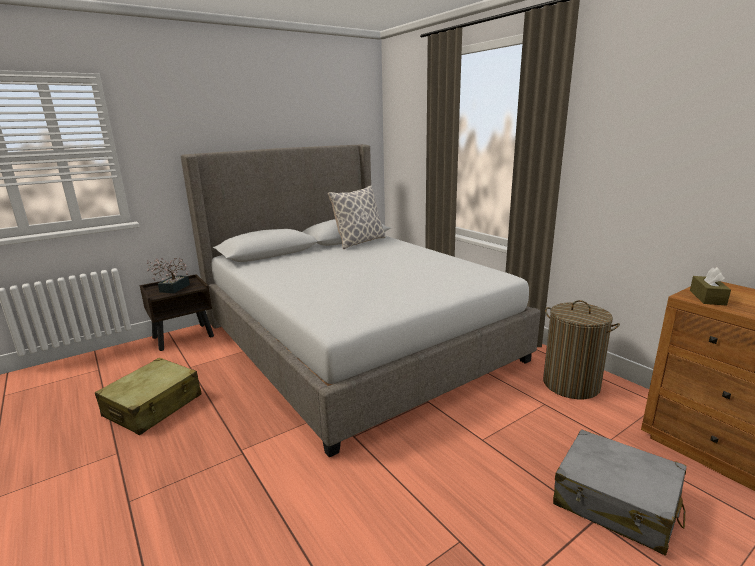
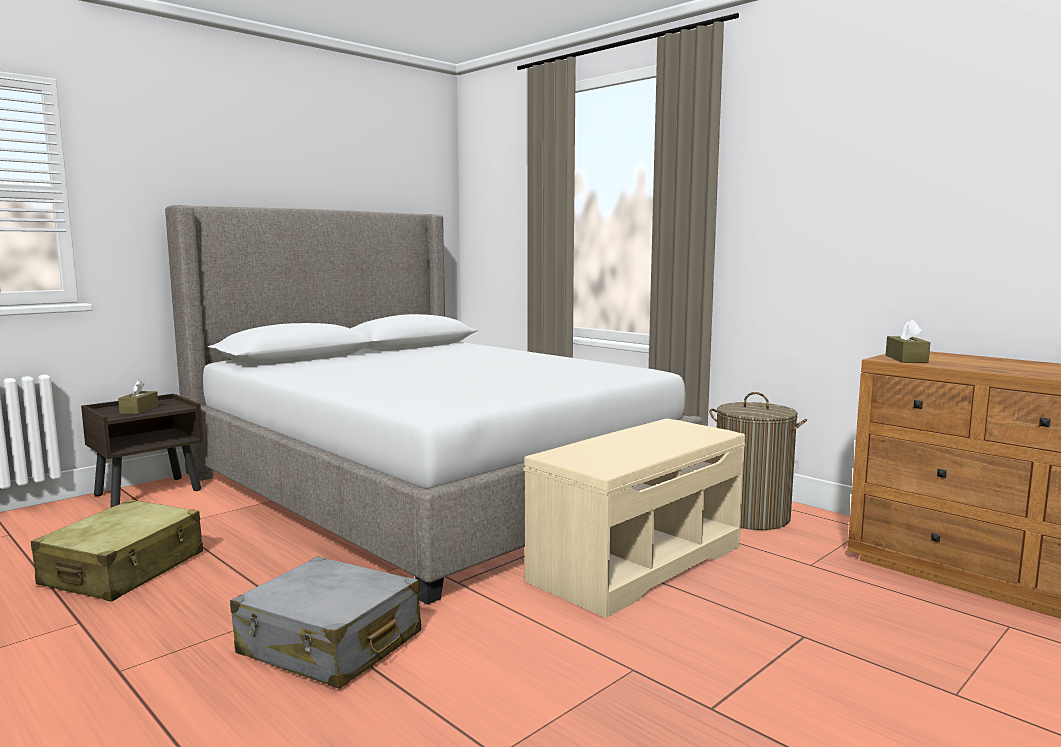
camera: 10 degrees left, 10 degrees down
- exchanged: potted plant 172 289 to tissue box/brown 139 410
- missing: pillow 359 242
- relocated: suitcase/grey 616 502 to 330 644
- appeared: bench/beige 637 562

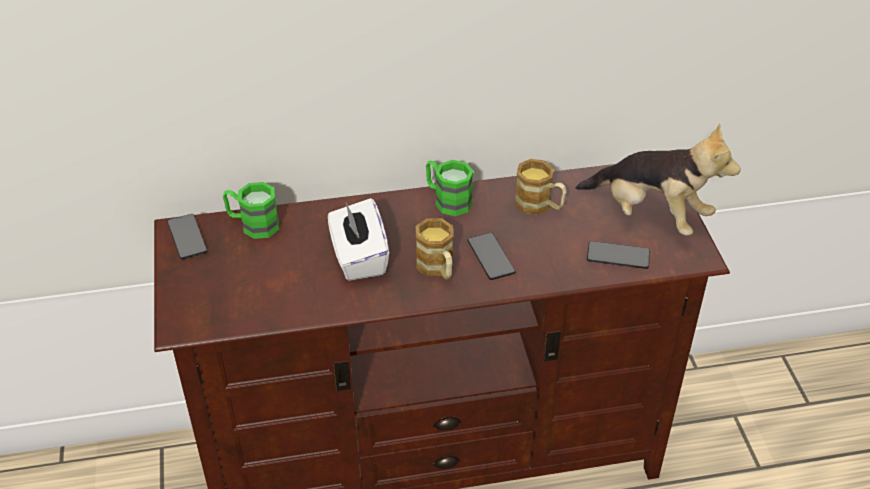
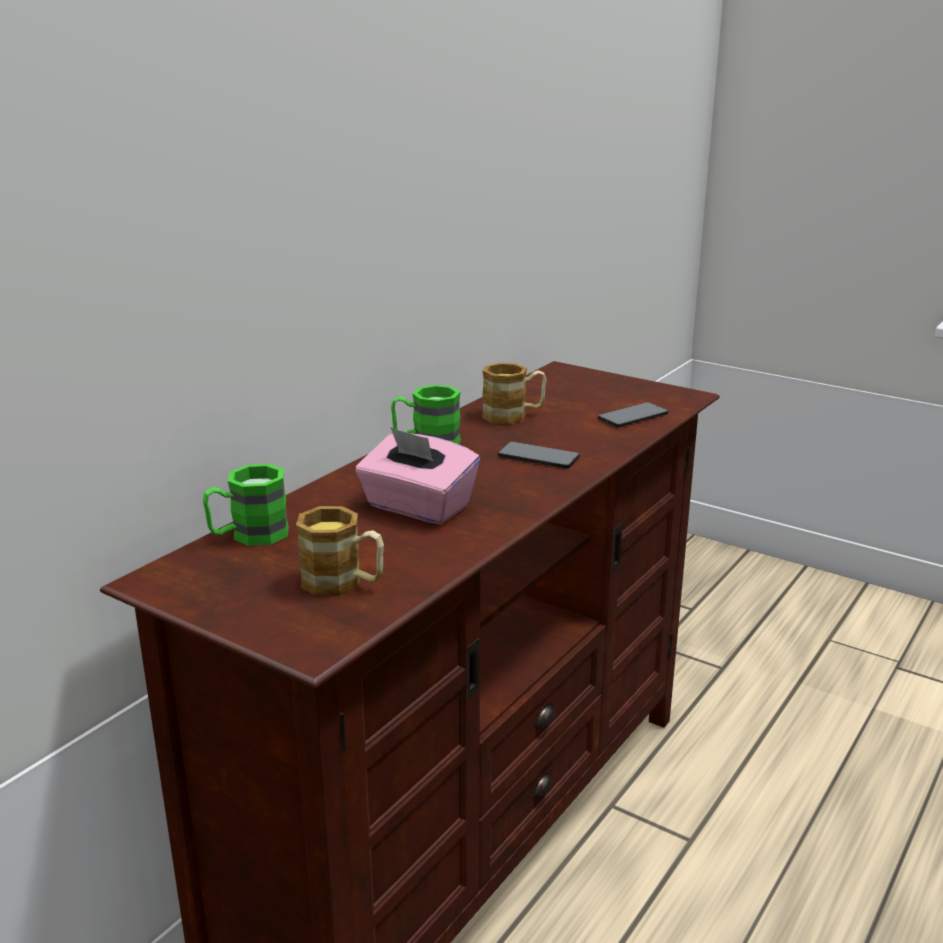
camera: 45 degrees left, 20 degrees down
- missing: phone 187 237
- colour: tissue box/white 358 257 to tissue box/pink 417 507
- relocated: mug 438 268 to 343 583
- missing: plush toy 650 214

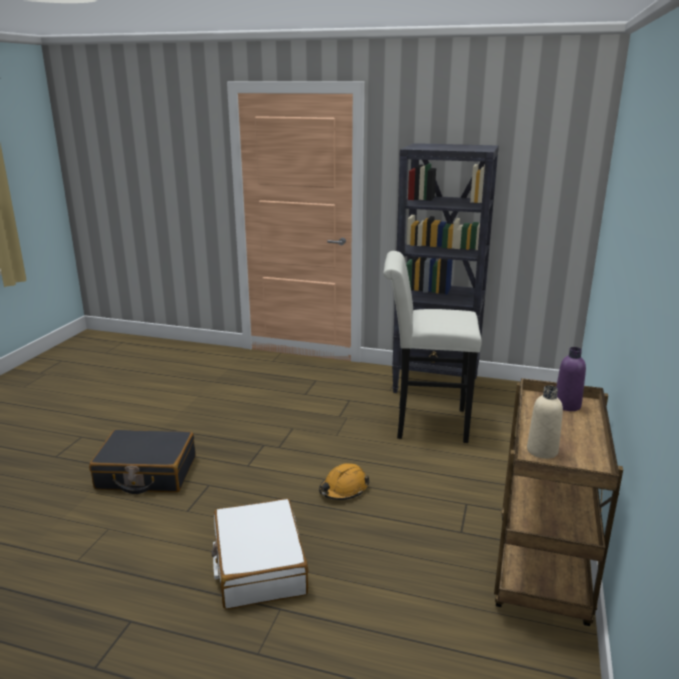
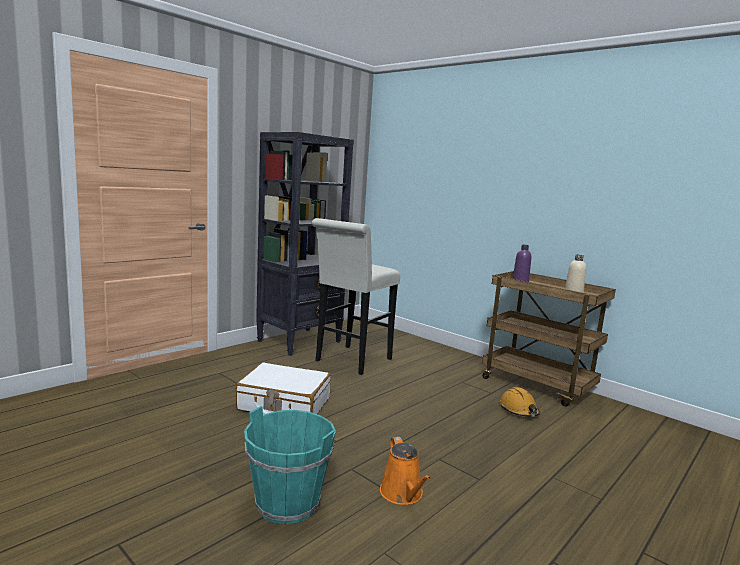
camera: 65 degrees left, 10 degrees down
- exchanged: suitcase/black 146 473 to bucket/turquoise 288 503
- relocated: suitcase/white 259 565 to 284 404
- relocated: hard hat/orange 343 489 to 519 410
- appeared: watering can/orange 403 494

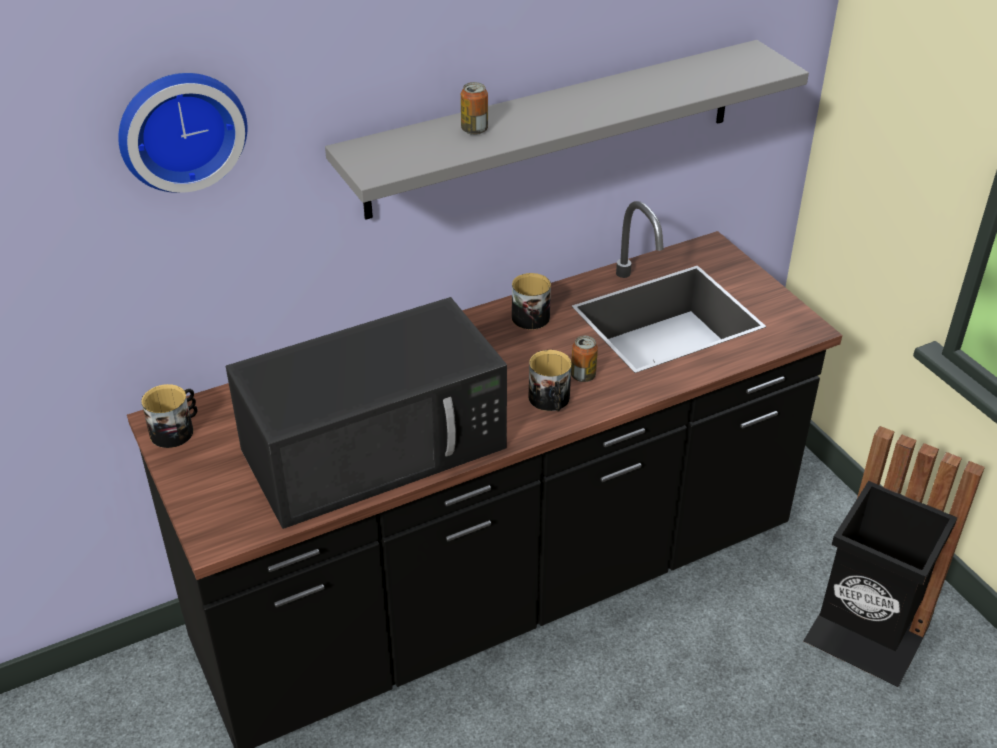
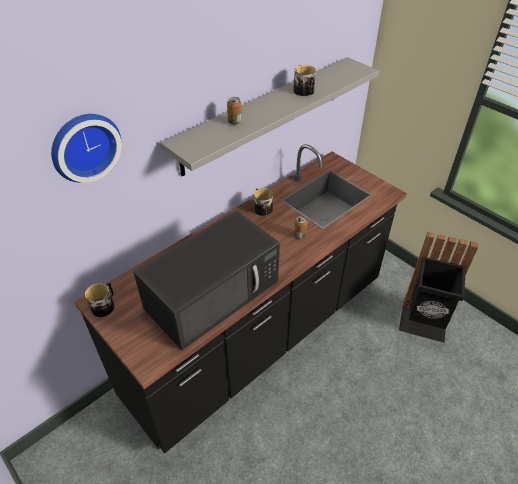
camera: 15 degrees left, 5 degrees up
- relocated: mug 550 400 to 305 92

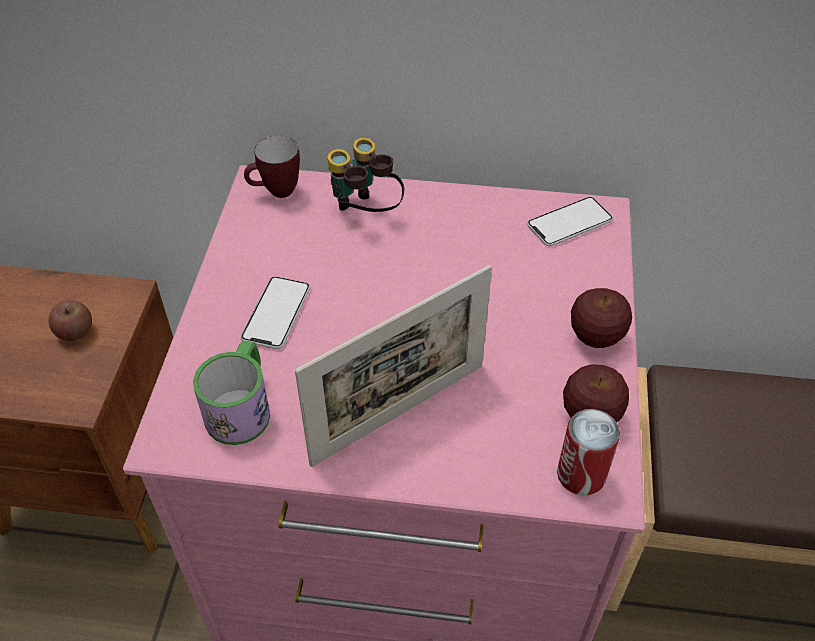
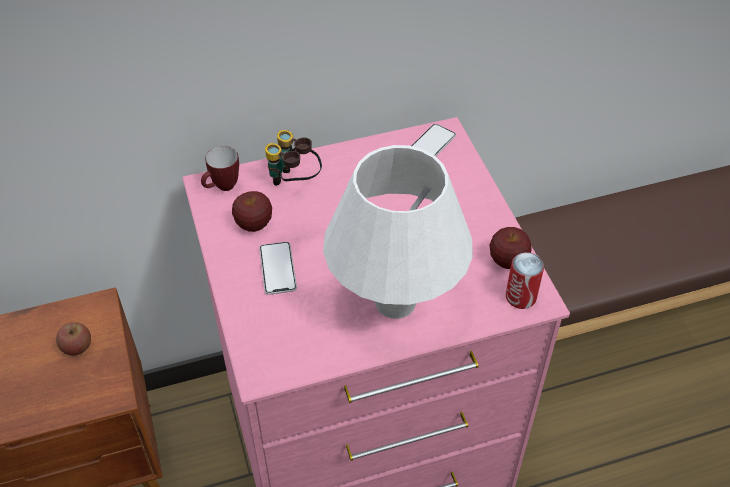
camera: 25 degrees left, 0 degrees up
- missing: mug 242 406
- exchanged: picture frame 399 413 to table lamp/white 395 302
- relocated: apple 596 337 to 254 224

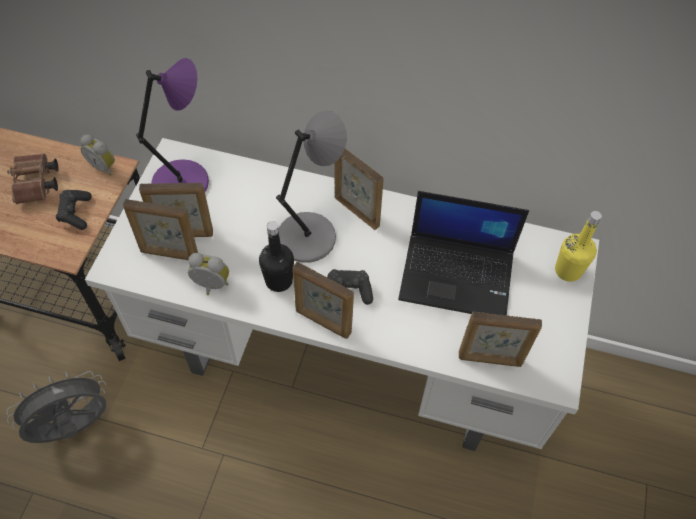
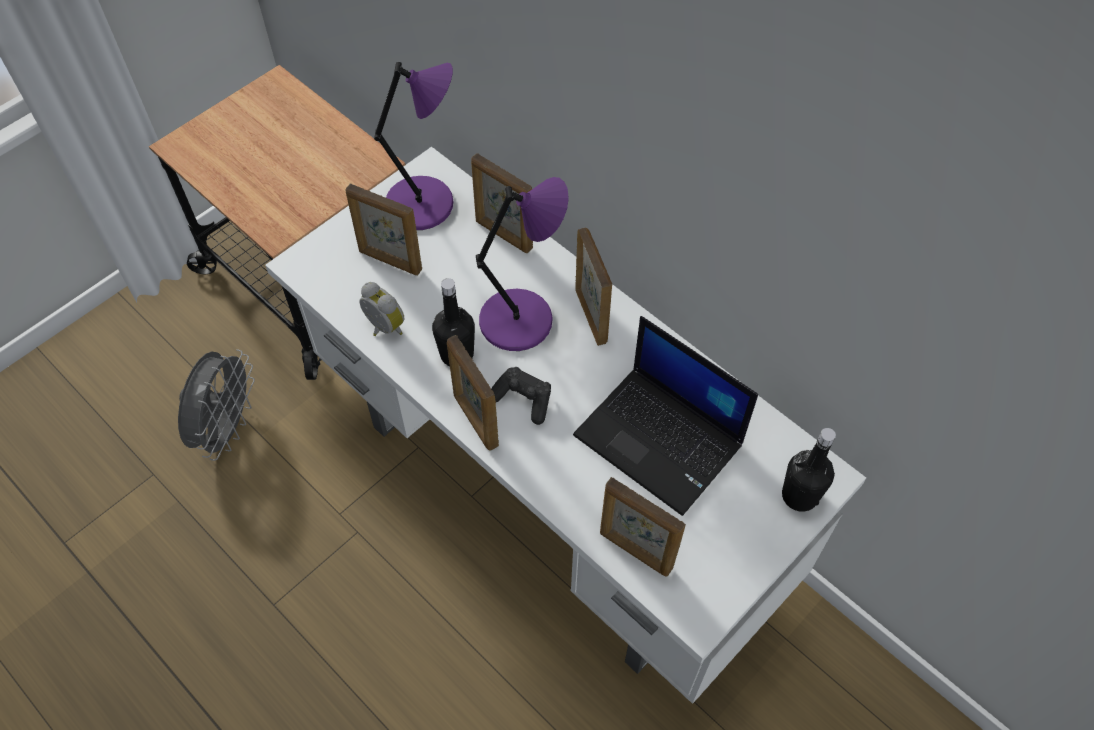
camera: 30 degrees right, 0 degrees up
- spun: fan/grey 74 428 = 227 428 105 degrees clockwise
- missing: binoculars/brown 37 185
- missing: game controller/black 76 213
- missing: alarm clock 104 166
- relocated: picture frame 169 254 to 503 235
- colour: table lamp/grey 309 235 to table lamp/purple 520 320
- colour: bottle/yellow 568 270 to bottle/black 799 495

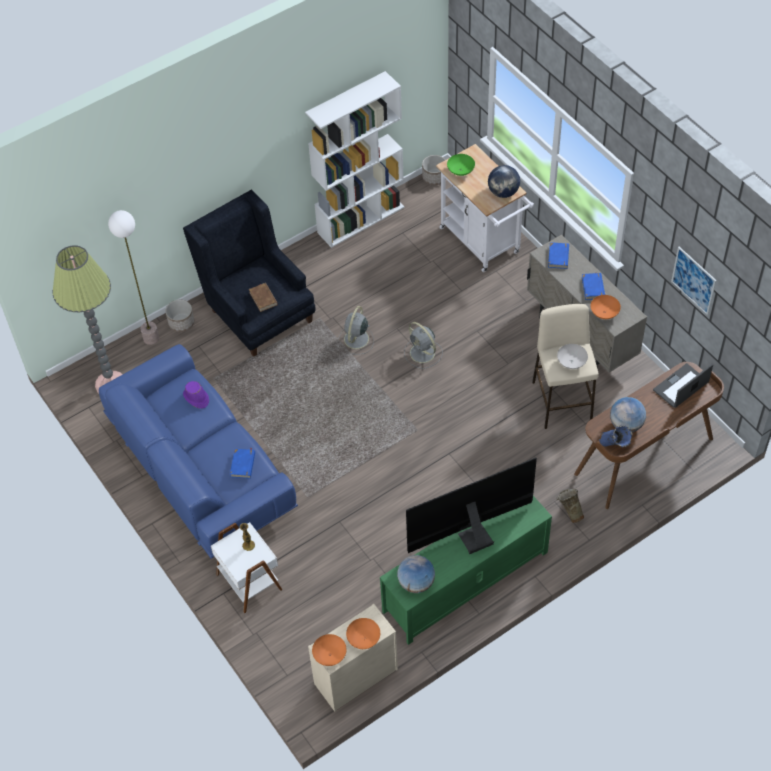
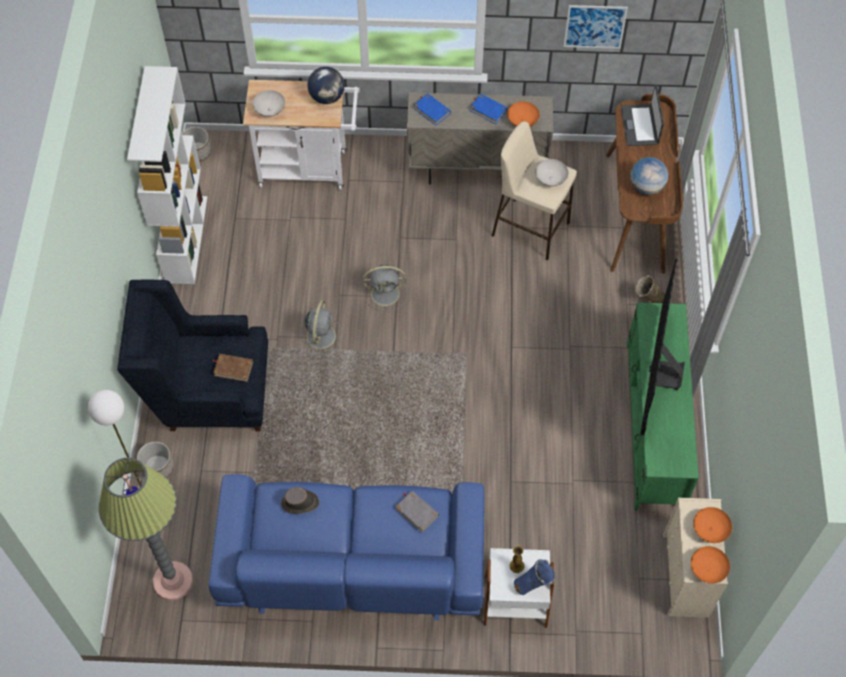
camera: 55 degrees left, 5 degrees up
- colour: hat/purple 196 398 to hat/brown 300 503
- colour: book/blue 243 464 to book/grey 417 512
- spun: fan/grey 356 340 = 321 335 135 degrees counterclockwise
- missing: globe 416 583
- colour: bowl/green 460 171 to bowl/white 270 111
- relocated: vase/blue 614 448 to 533 585

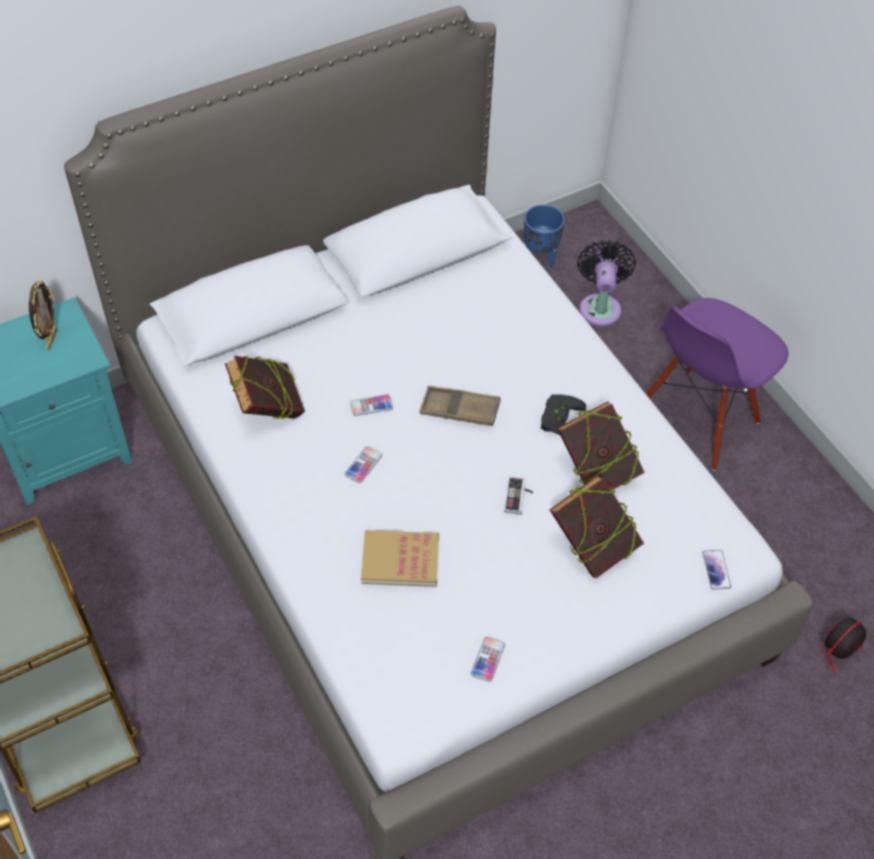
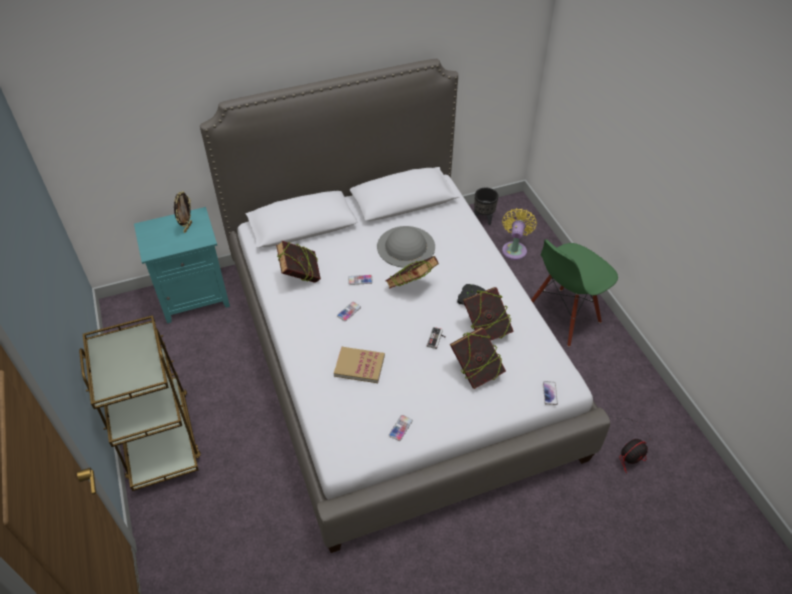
camera: 10 degrees right, 5 degrees down
- exchanged: tray/brown 460 410 to book 411 287
- colour: planter/blue 540 257 to planter/black 483 219
- colour: fan/black 600 306 to fan/yellow 514 249
- colour: chair/purple 697 418 to chair/green 563 316
- appeared: hat/grey 405 246

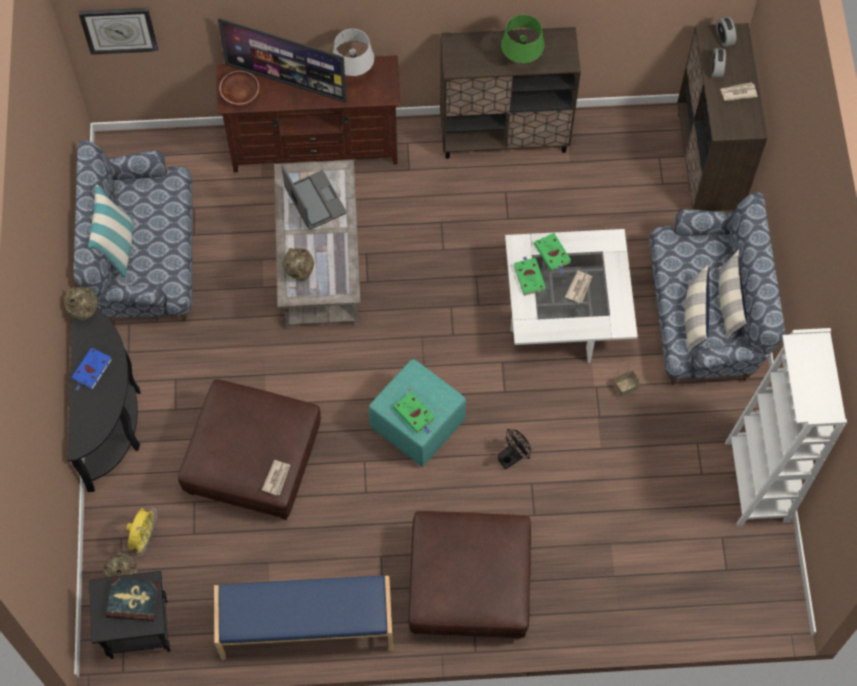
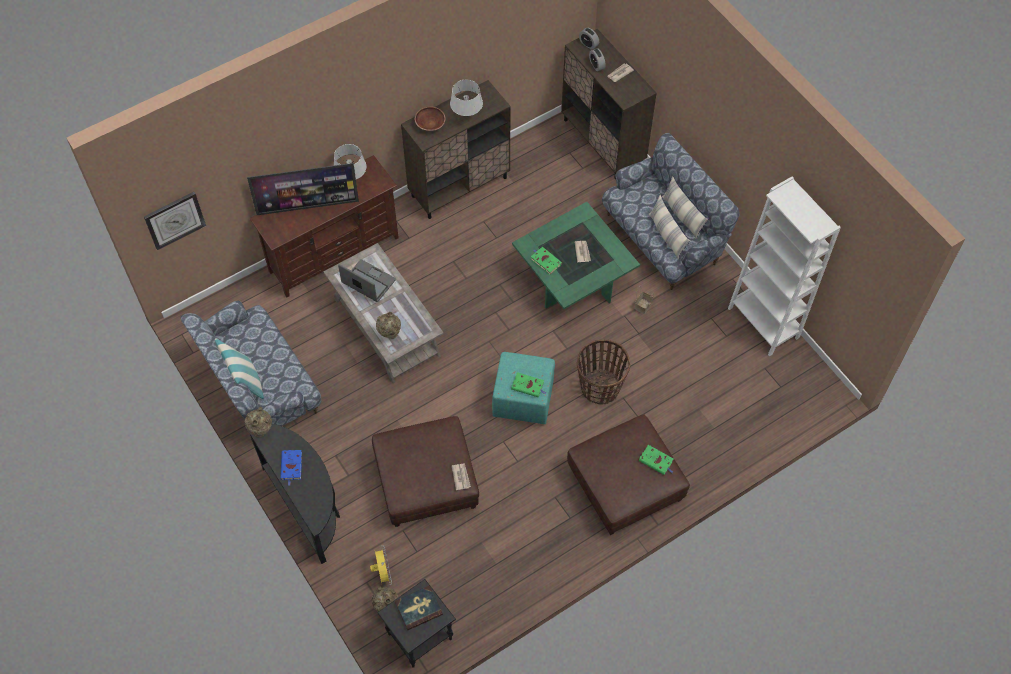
camera: 30 degrees left, 5 degrees down
- missing: bench/blue 306 628
- relocated: bowl/brown 240 94 to 430 124
- exchanged: fan/black 513 457 to basket 600 387
- colour: table lamp/green 521 61 to table lamp/grey 467 117
- colour: coffee table/white 566 312 to coffee table/green 573 278
- relocated: book/green 553 254 to 656 461

